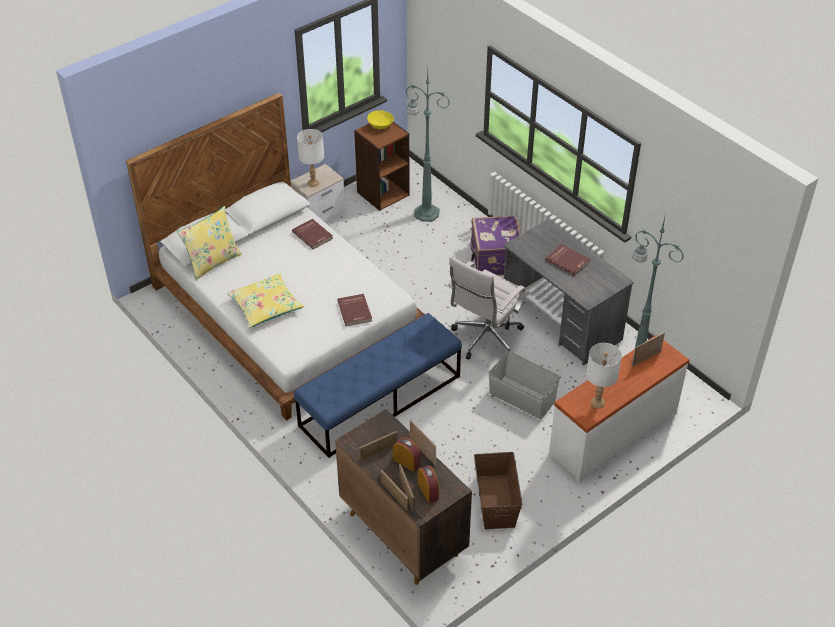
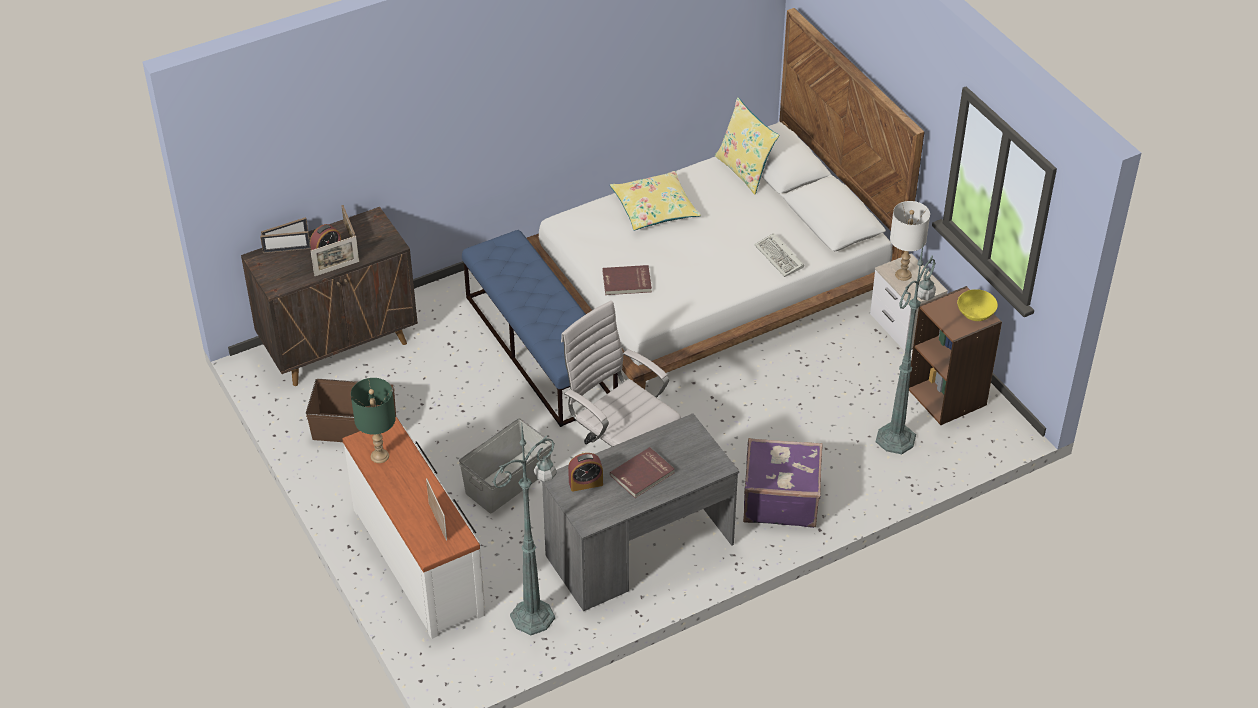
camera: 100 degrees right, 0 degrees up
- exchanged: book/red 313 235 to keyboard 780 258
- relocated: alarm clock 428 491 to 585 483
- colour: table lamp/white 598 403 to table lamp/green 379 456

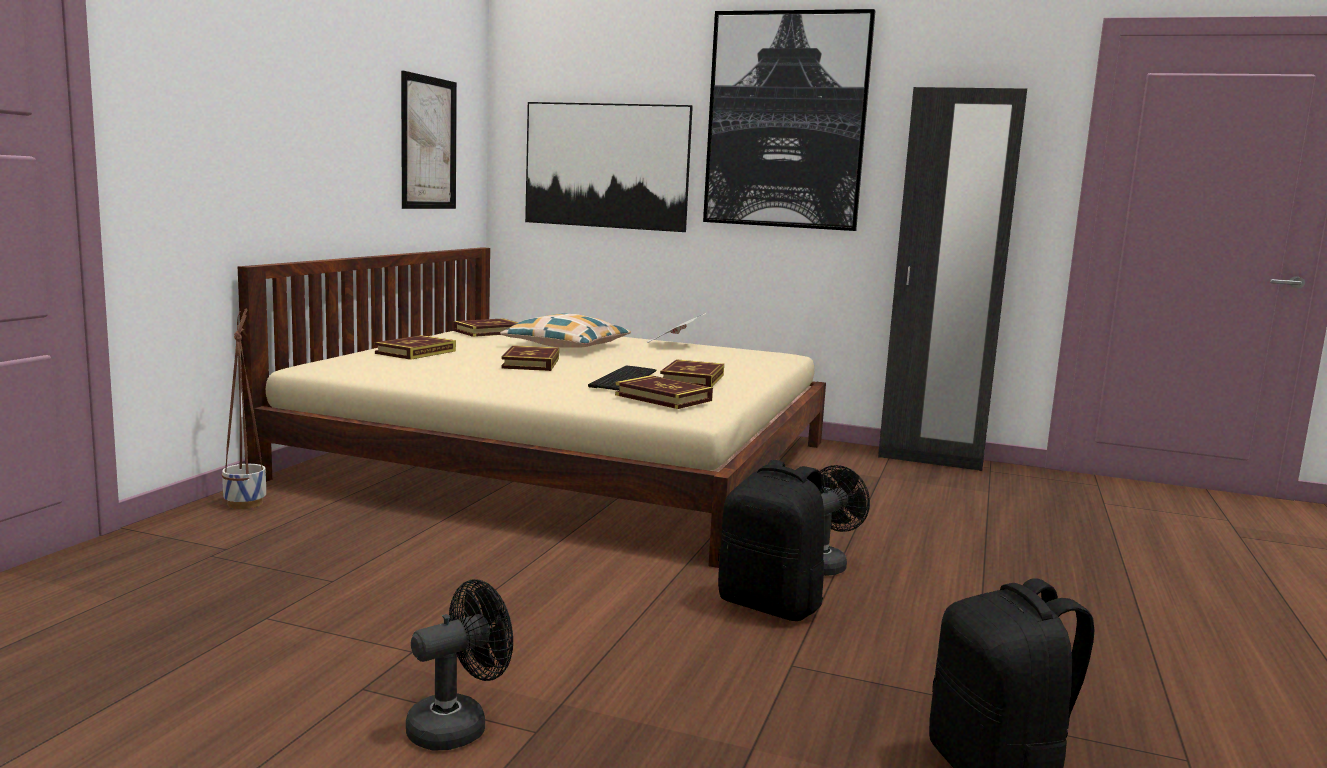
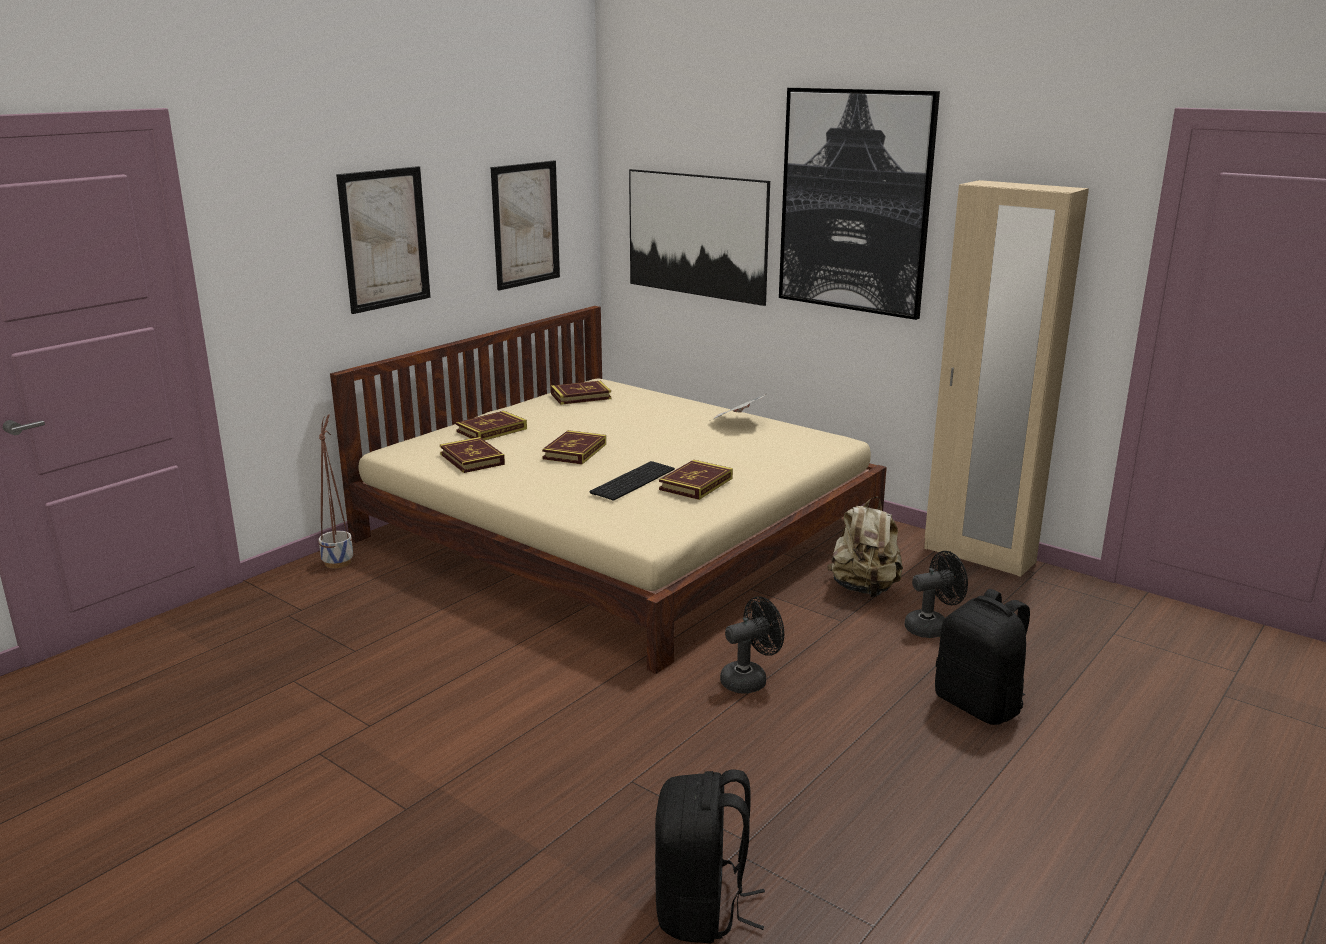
camera: 20 degrees right, 10 degrees up
- relocated: fan/black 458 726 to 932 627
- missing: pillow 566 346
- relocated: book 663 398 to 472 459
- relocated: backpack/black 771 605 to 979 705
- colour: wardrobe/black 930 459 to wardrobe/beige 978 555
- appeared: picture 385 239
- appeared: backpack/beige 864 589

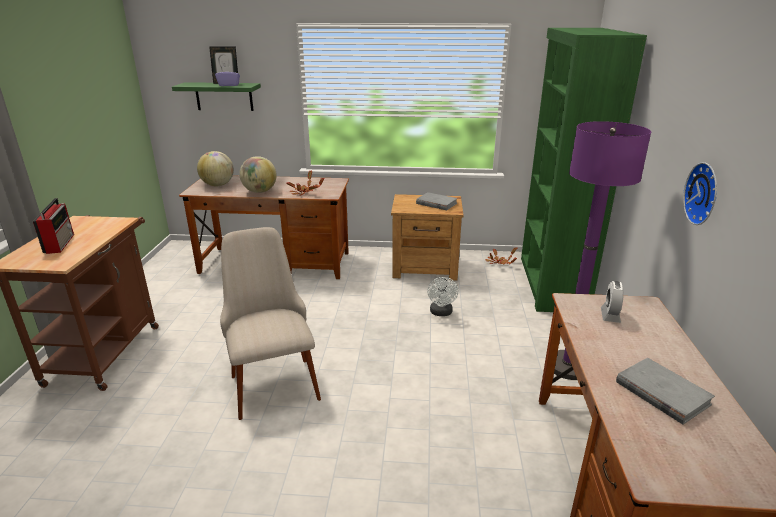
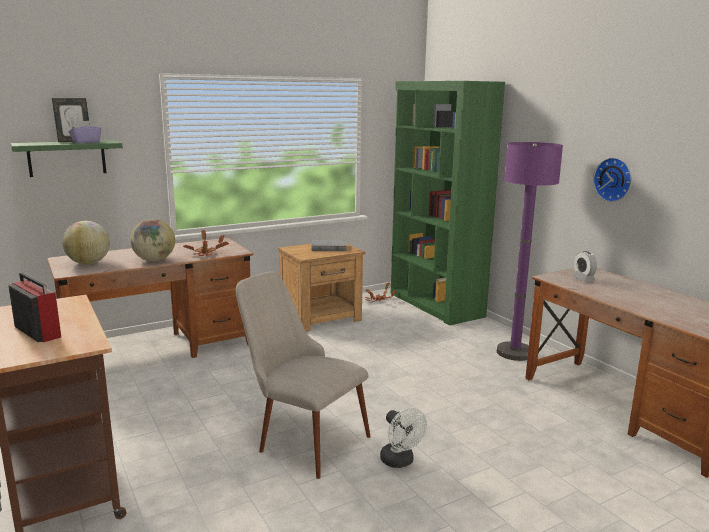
camera: 35 degrees left, 10 degrees down
- relocated: fan/white 441 313 to 400 462
- missing: book/grey 661 393

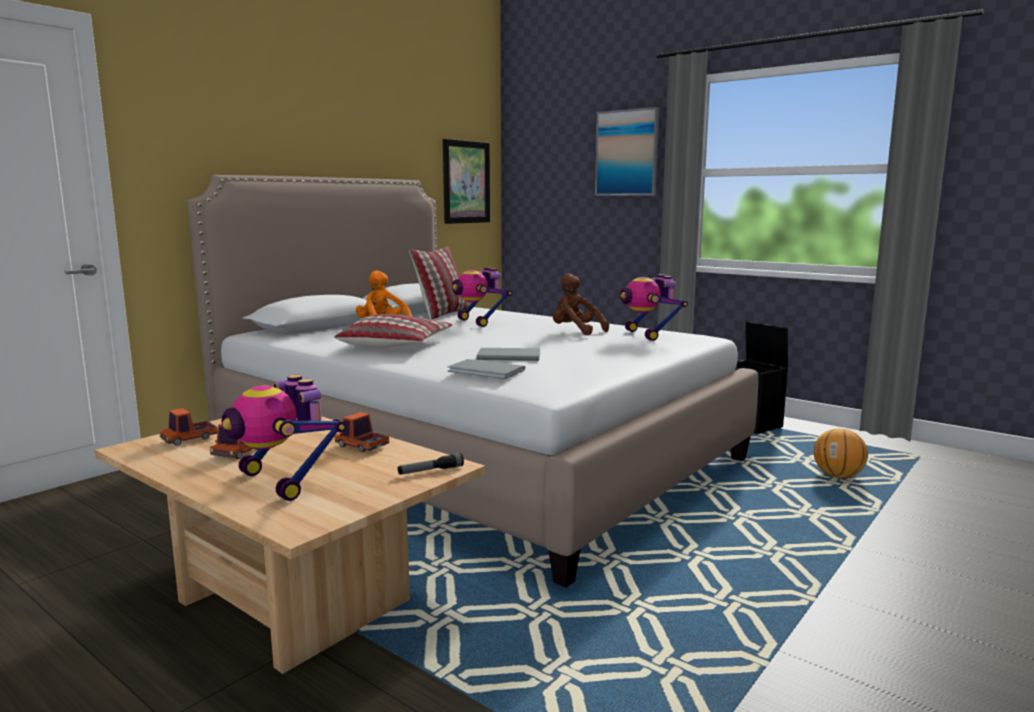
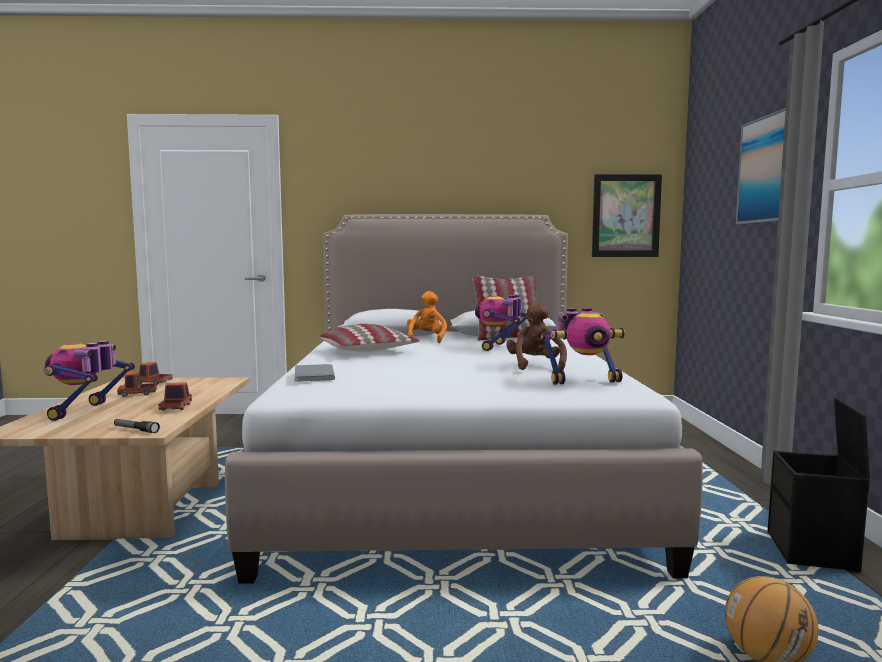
camera: 50 degrees right, 5 degrees down
- missing: book/grey 507 356
- spun: toy robot 648 335 = 583 381 135 degrees counterclockwise

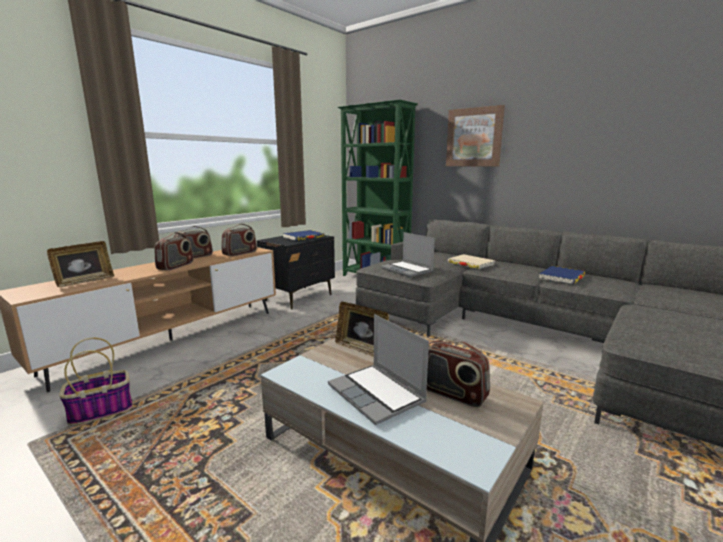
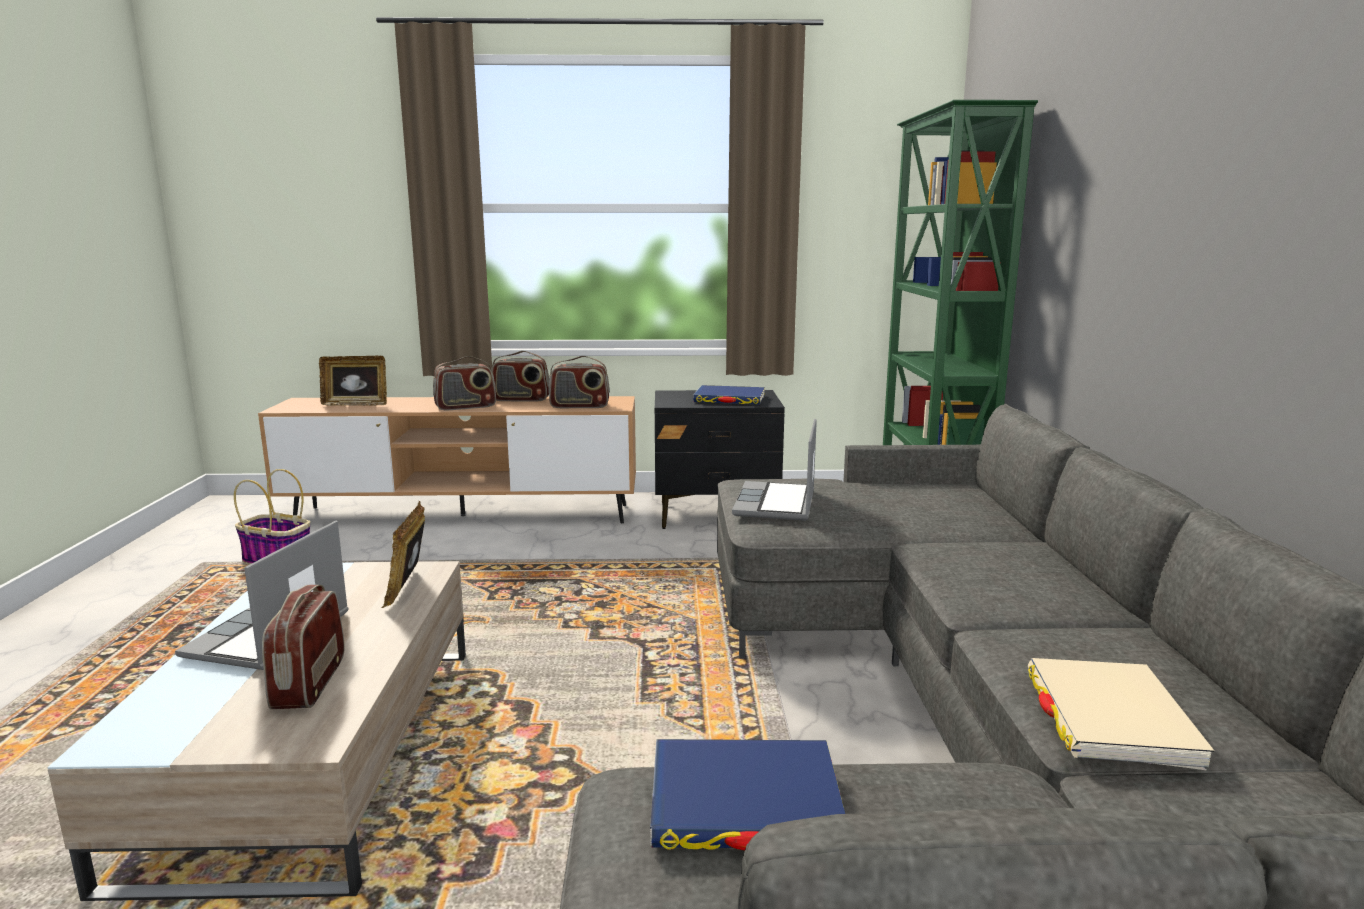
camera: 50 degrees right, 0 degrees up
- missing: picture 474 137
- relocated: book/beige 470 264 to 1109 718
- relocated: book/blue 561 277 to 744 803

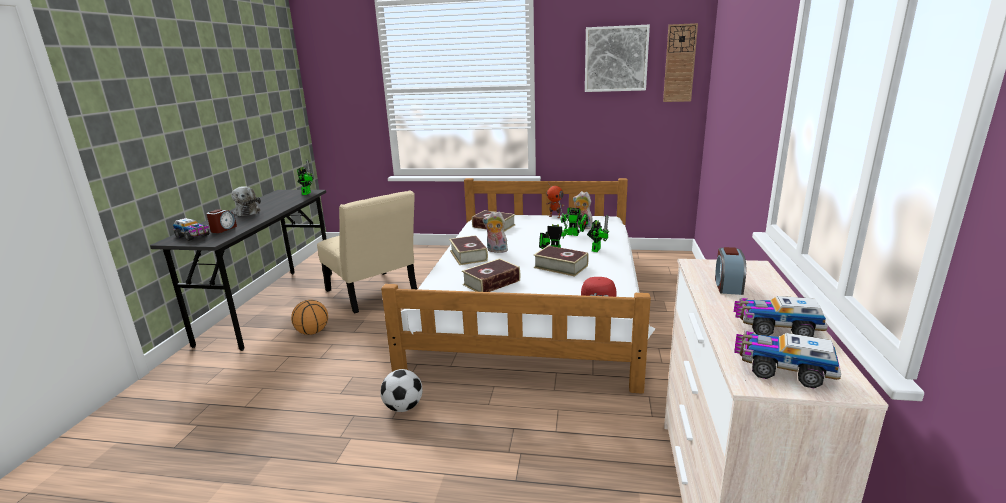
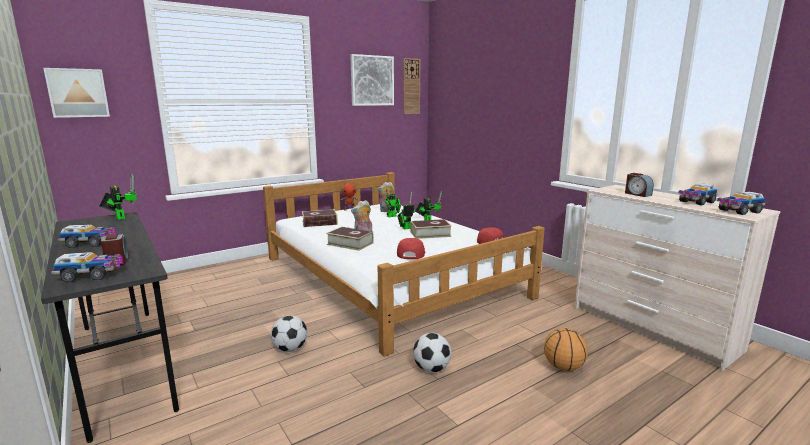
camera: 45 degrees left, 5 degrees down
- exchanged: plush toy 247 212 to toy truck 91 243
- relocated: basketball 312 332 to 564 367
- missing: chair/beige 373 293
- exchanged: book 491 282 to cap/red 410 253
- appeared: picture 78 93
- appeared: football 290 349

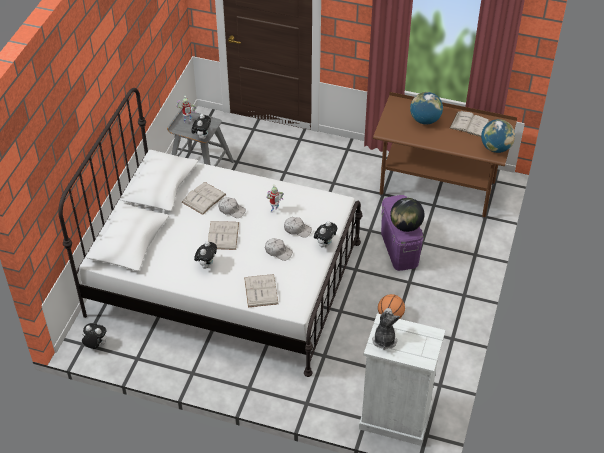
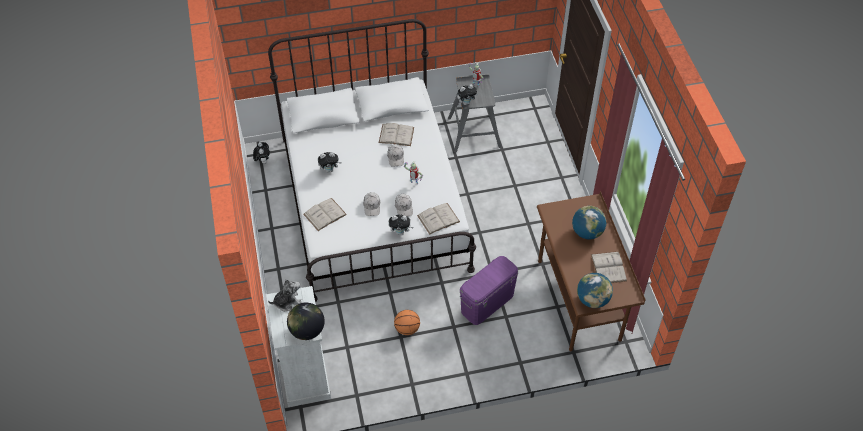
camera: 60 degrees right, 5 degrees up
- relocated: book/white 223 235 to 438 218
- relocated: globe 406 226 to 307 331

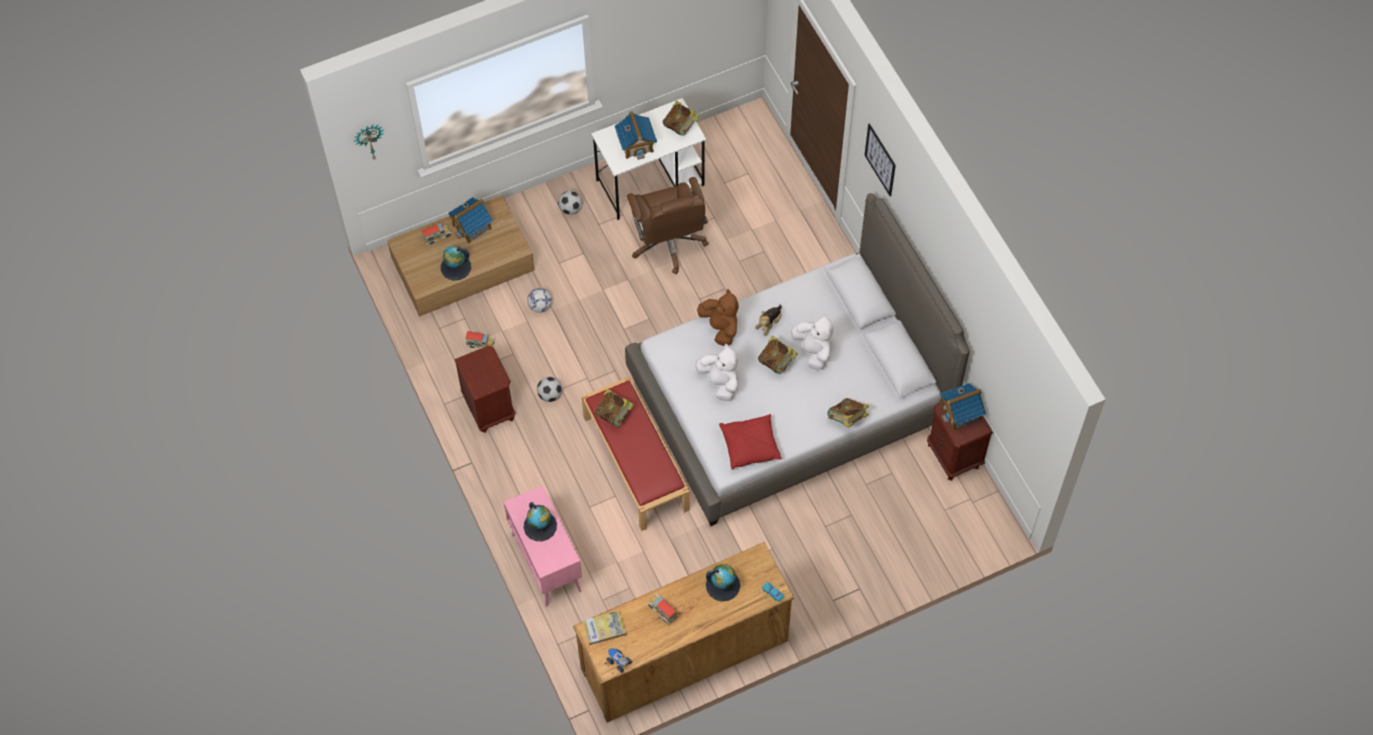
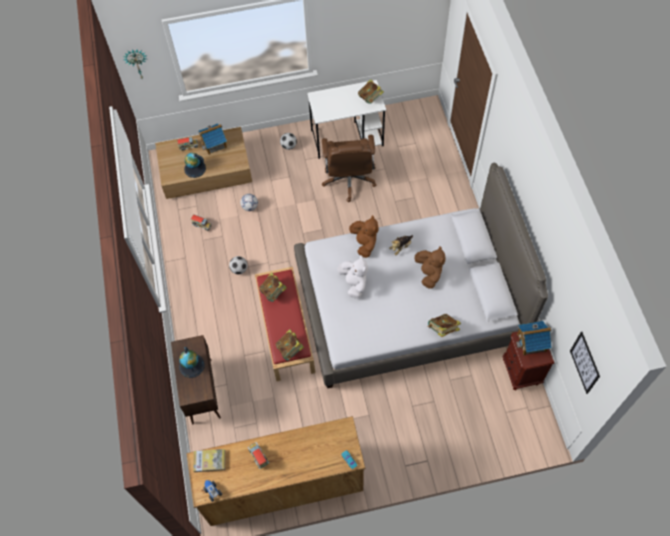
camera: 15 degrees right, 0 degrees up
- missing: nightstand/brown 489 408
- colour: cabinet/pink 546 562 to cabinet/brown 201 390
- missing: toy house 636 143
- missing: globe 723 585
- missing: pillow/red 750 445
- relocated: book 777 362 to 290 349
- colour: plush toy/white 813 351 to plush toy/brown 429 273
- relocated: picture 880 159 to 585 362

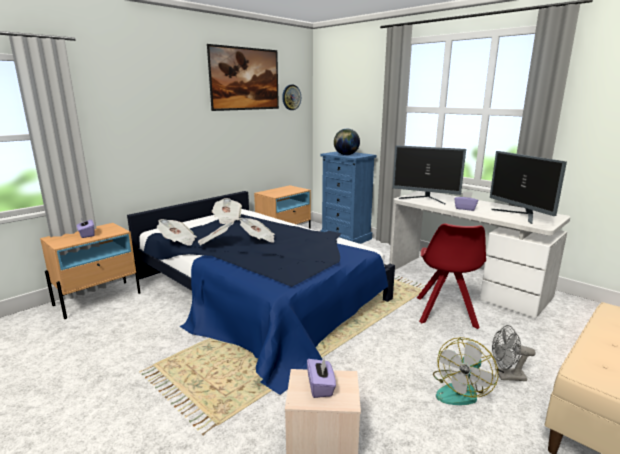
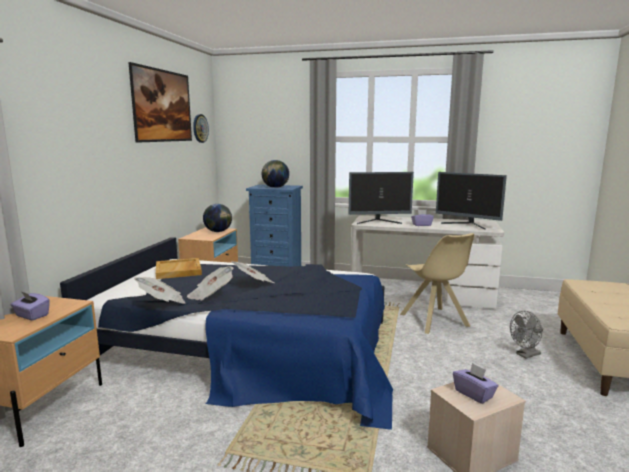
camera: 30 degrees left, 5 degrees down
- exchanged: newspaper 227 219 to tray/beige 179 270
- colour: chair/red 445 313 to chair/beige 435 321
- missing: fan 460 390
- appeared: globe 218 231

